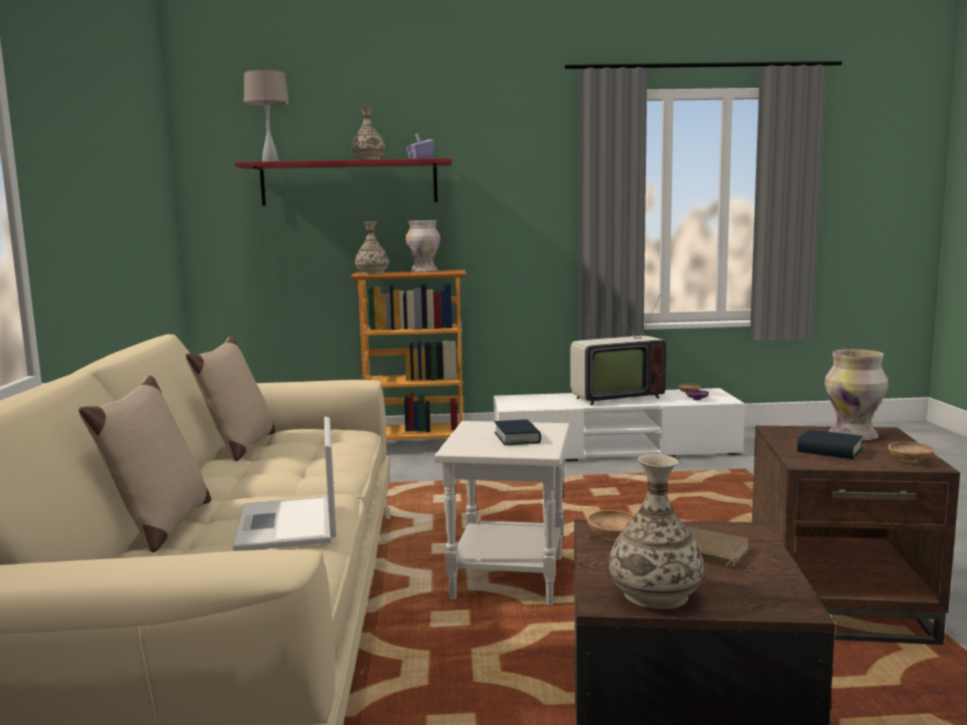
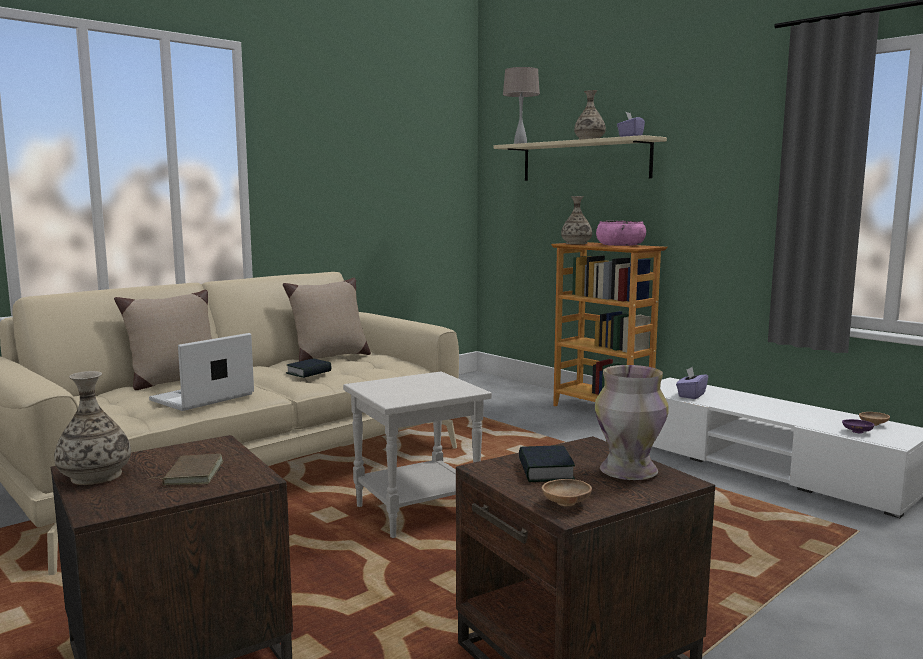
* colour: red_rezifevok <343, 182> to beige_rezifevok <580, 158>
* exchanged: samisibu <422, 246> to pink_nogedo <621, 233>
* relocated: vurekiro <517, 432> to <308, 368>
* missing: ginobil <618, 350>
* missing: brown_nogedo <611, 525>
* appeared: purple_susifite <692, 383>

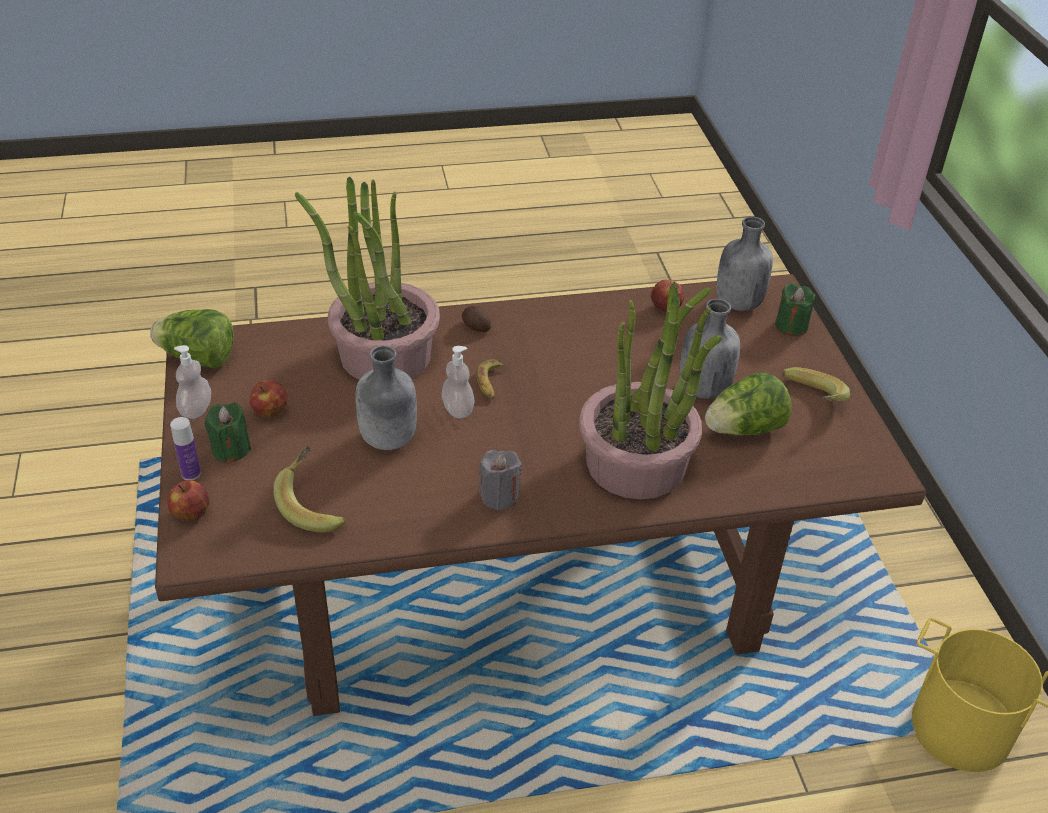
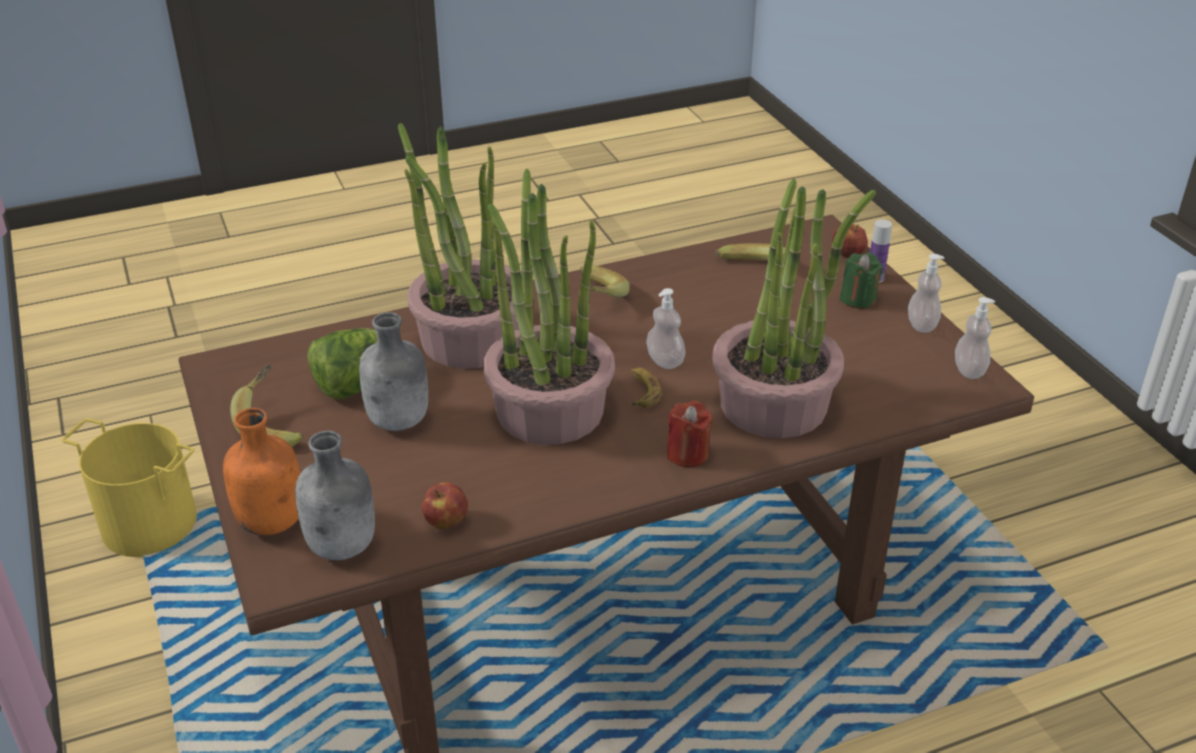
* exchanged: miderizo <192, 339> to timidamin <975, 338>
* missing: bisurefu <268, 399>
* missing: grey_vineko <386, 397>
* exchanged: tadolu <476, 319> to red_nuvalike <689, 434>
* exchanged: grey_nuvalike <500, 480> to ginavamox <605, 282>
* exchanged: green_nuvalike <795, 309> to orange_vineko <261, 471>
* appeared: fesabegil <549, 307>

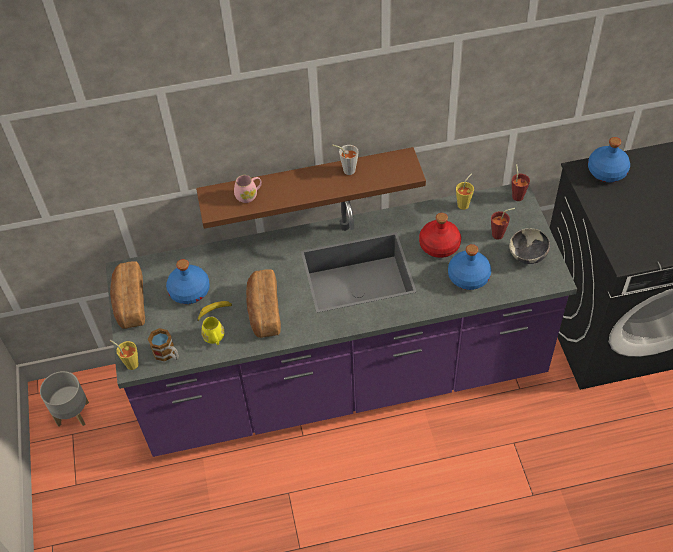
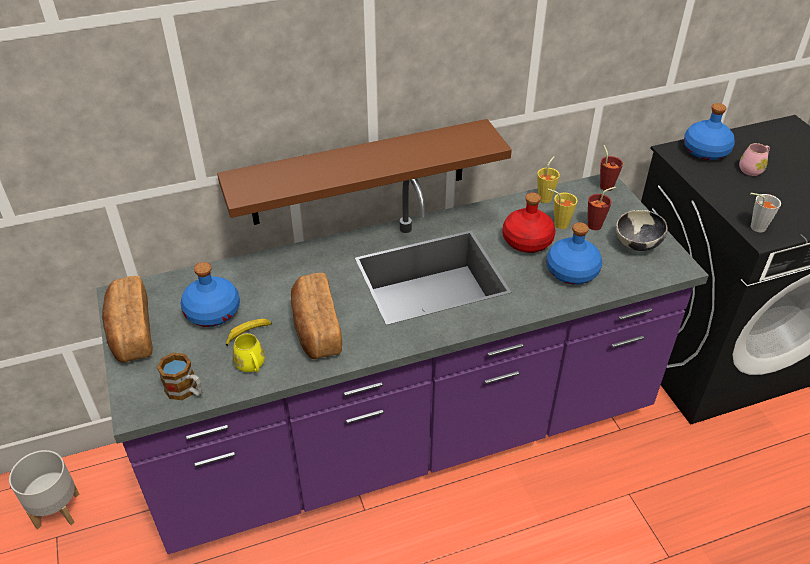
* relocated: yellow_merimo <124, 355> to <562, 209>
* relocated: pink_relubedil <248, 189> to <754, 159>
* relocated: grey_merimo <345, 159> to <765, 212>

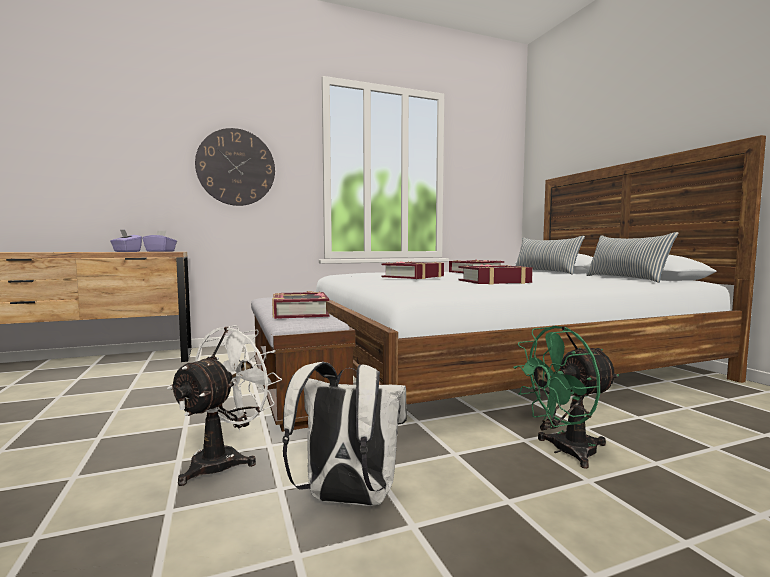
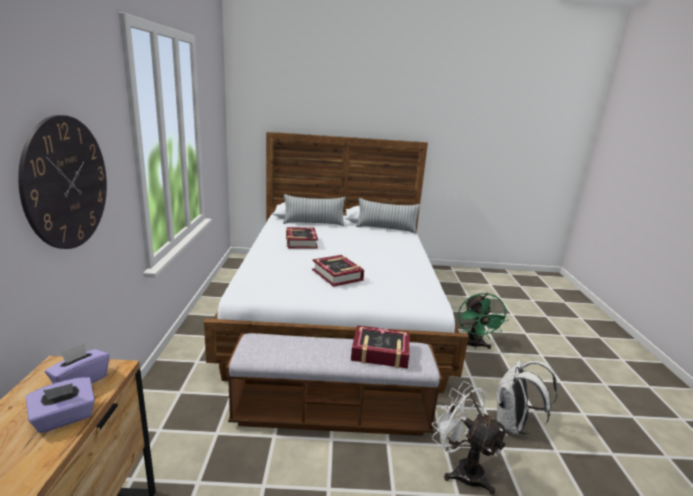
* missing: vurekiro <495, 274>

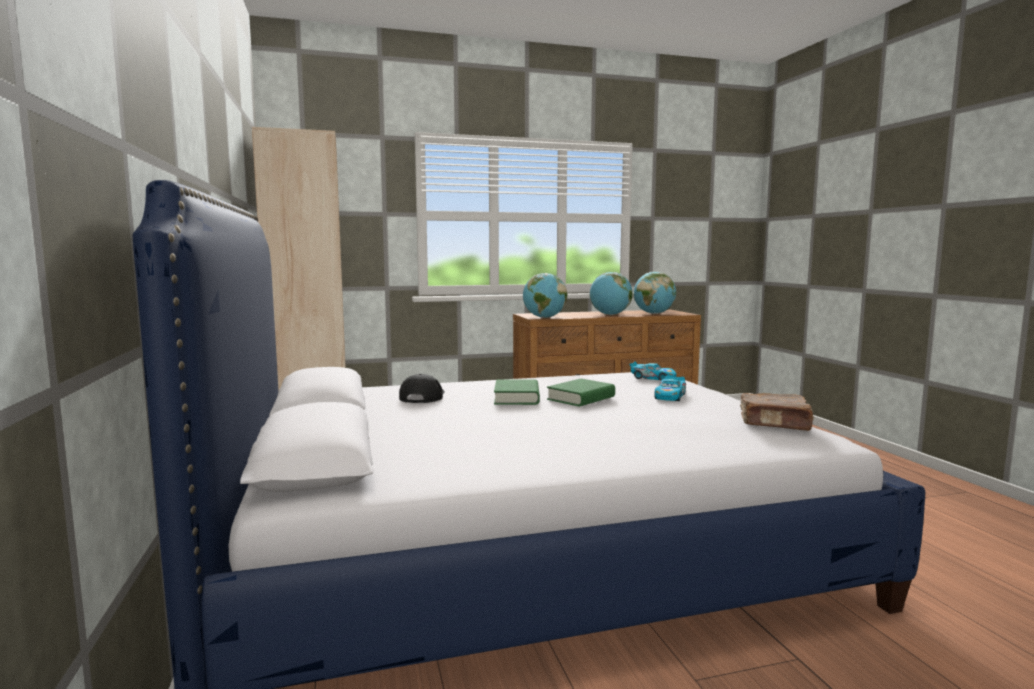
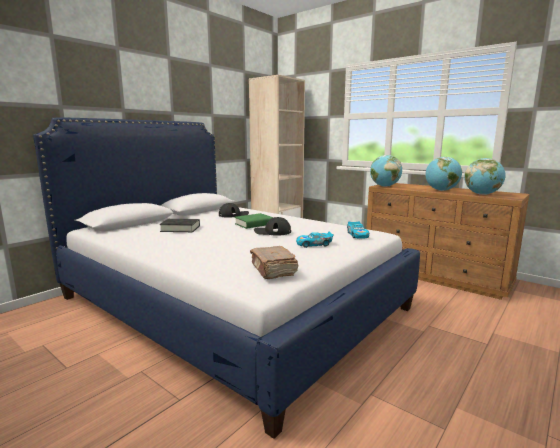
* exchanged: green_vurekiro <581, 393> to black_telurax <272, 226>
* appeared: black_vurekiro <179, 225>

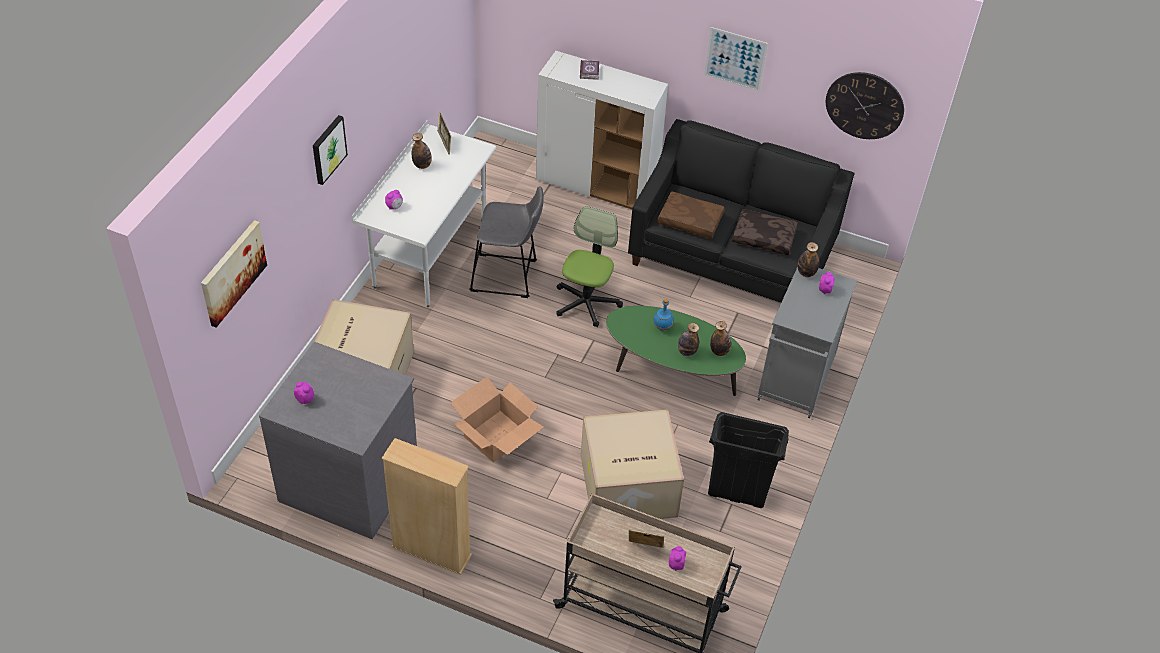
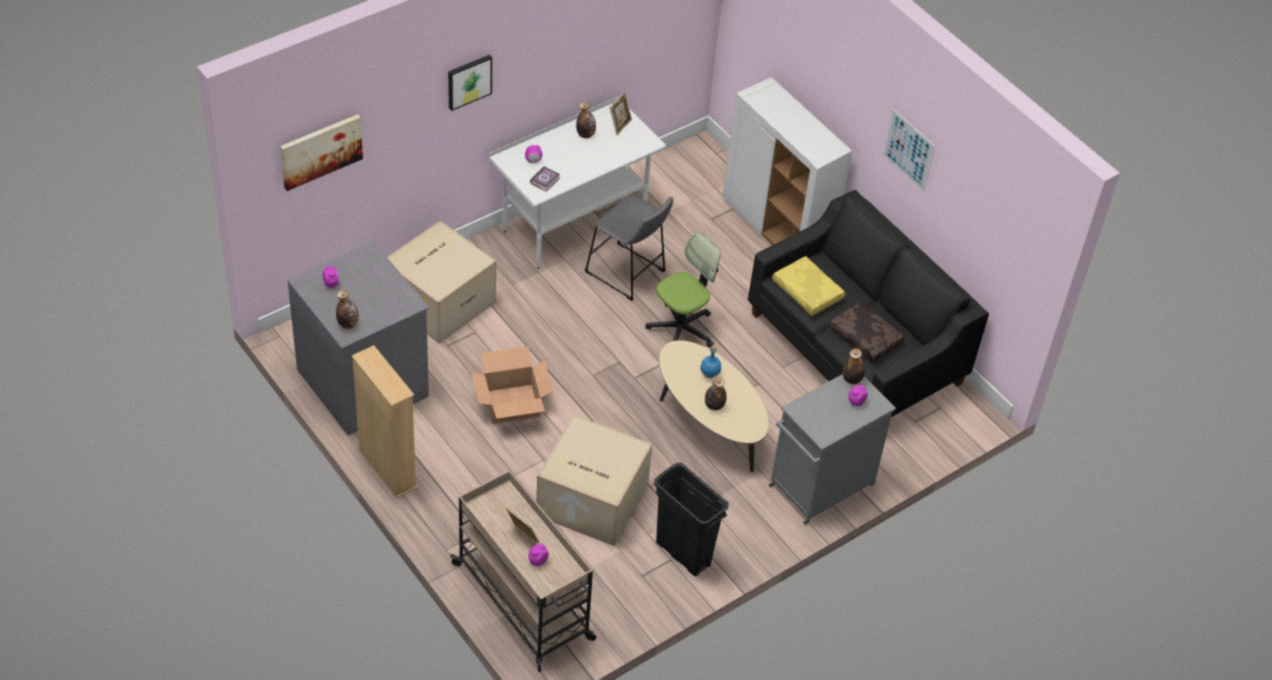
* relocated: vurekiro <589, 70> to <545, 179>
* colour: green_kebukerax <676, 351> to beige_kebukerax <714, 406>
* colour: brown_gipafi <691, 215> to yellow_gipafi <808, 286>
* relocated: vineko <720, 338> to <347, 309>
* missing: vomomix <865, 105>

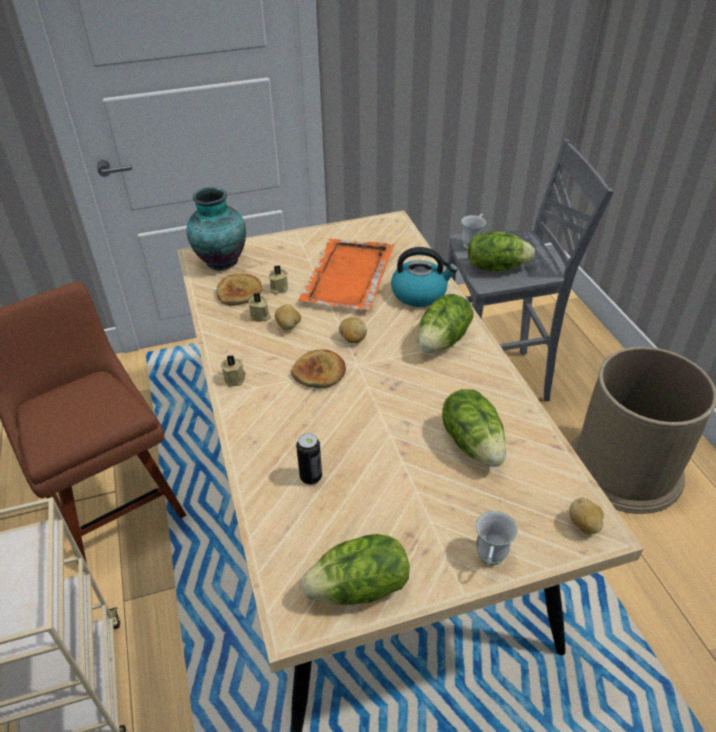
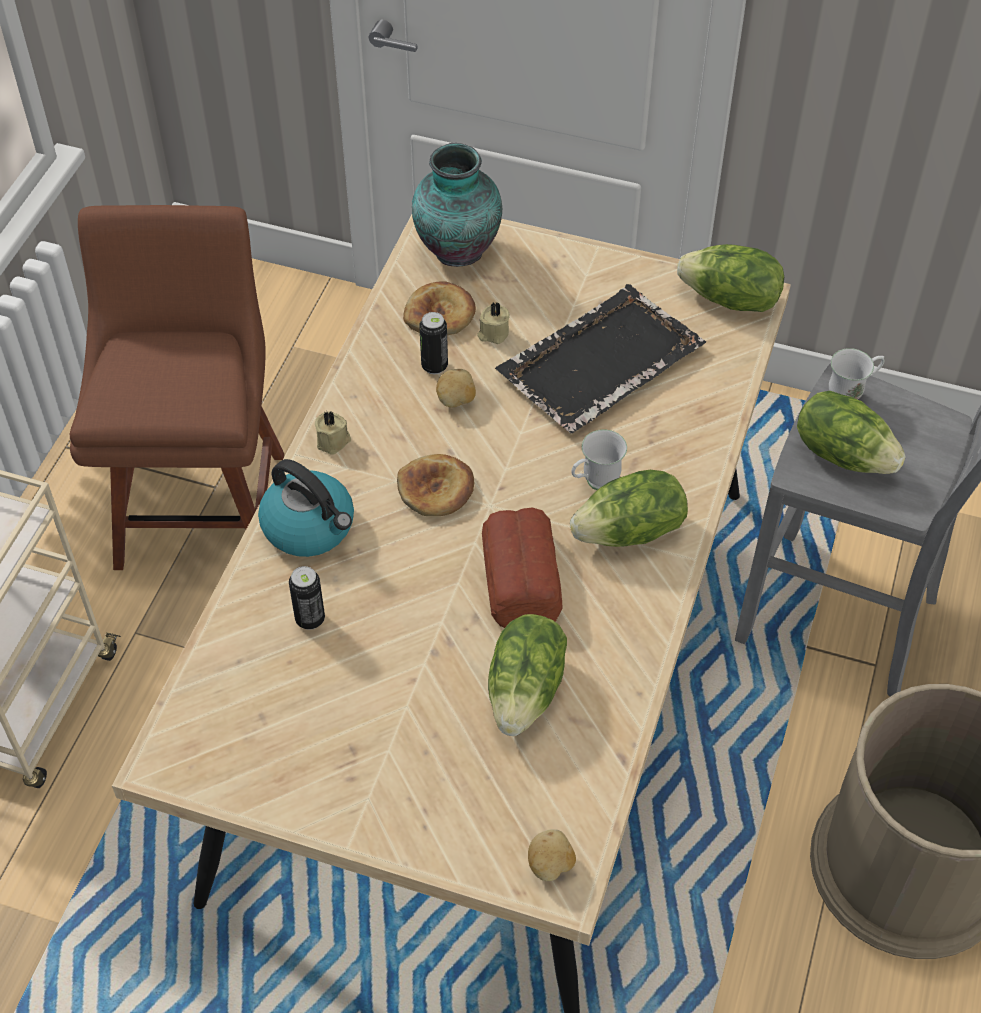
* exchanged: beige_nuvalike <259, 307> to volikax <433, 343>
* colour: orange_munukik <346, 274> to black_munukik <600, 358>
* relocated: miderizo <355, 569> to <730, 278>
* missing: tadolu <353, 330>
* relocated: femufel <424, 277> to <306, 508>
* relocated: white_relubedil <496, 538> to <599, 459>
* appeared: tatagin <522, 567>

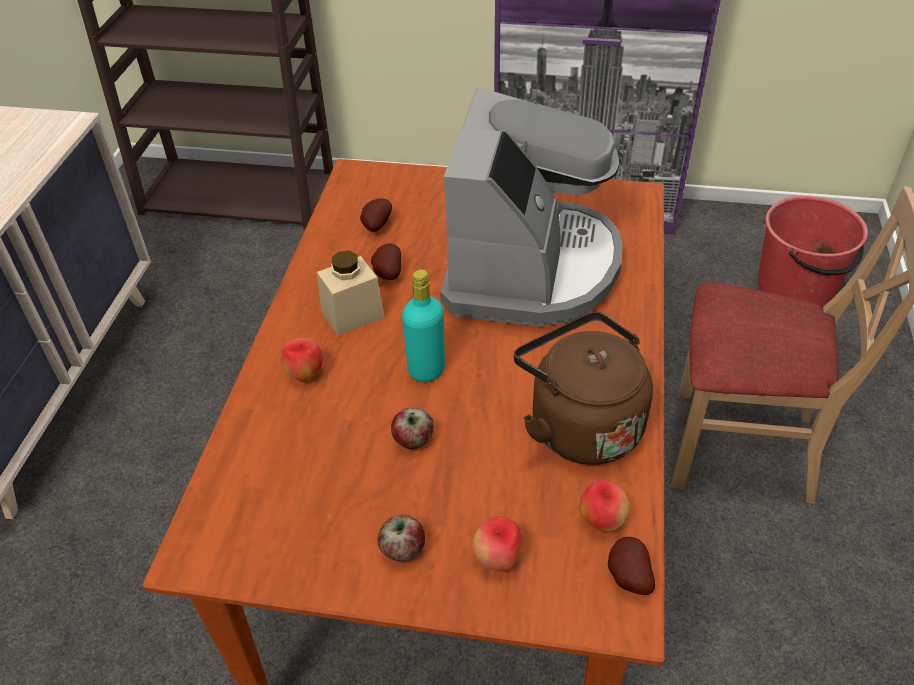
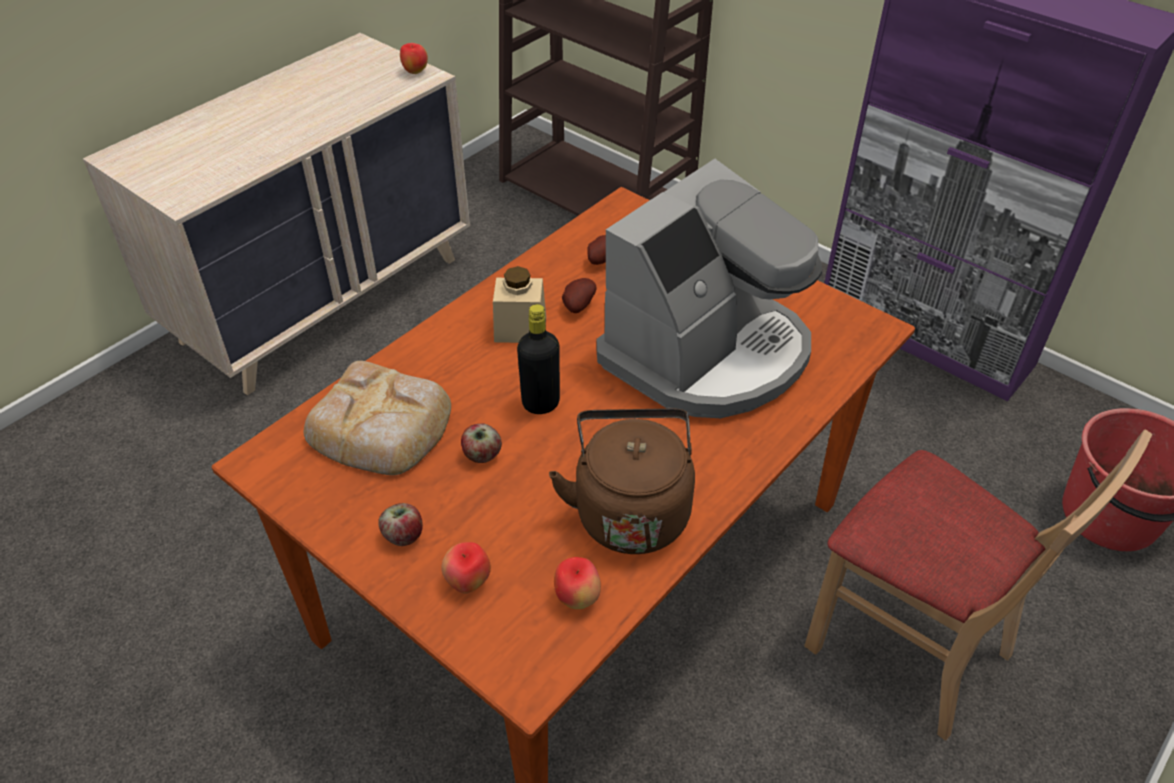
* relocated: bisurefu <302, 359> to <414, 58>
* colour: turquoise_vineko <423, 325> to black_vineko <538, 359>
* missing: tadolu <631, 566>
* appeared: tatagin <377, 418>

